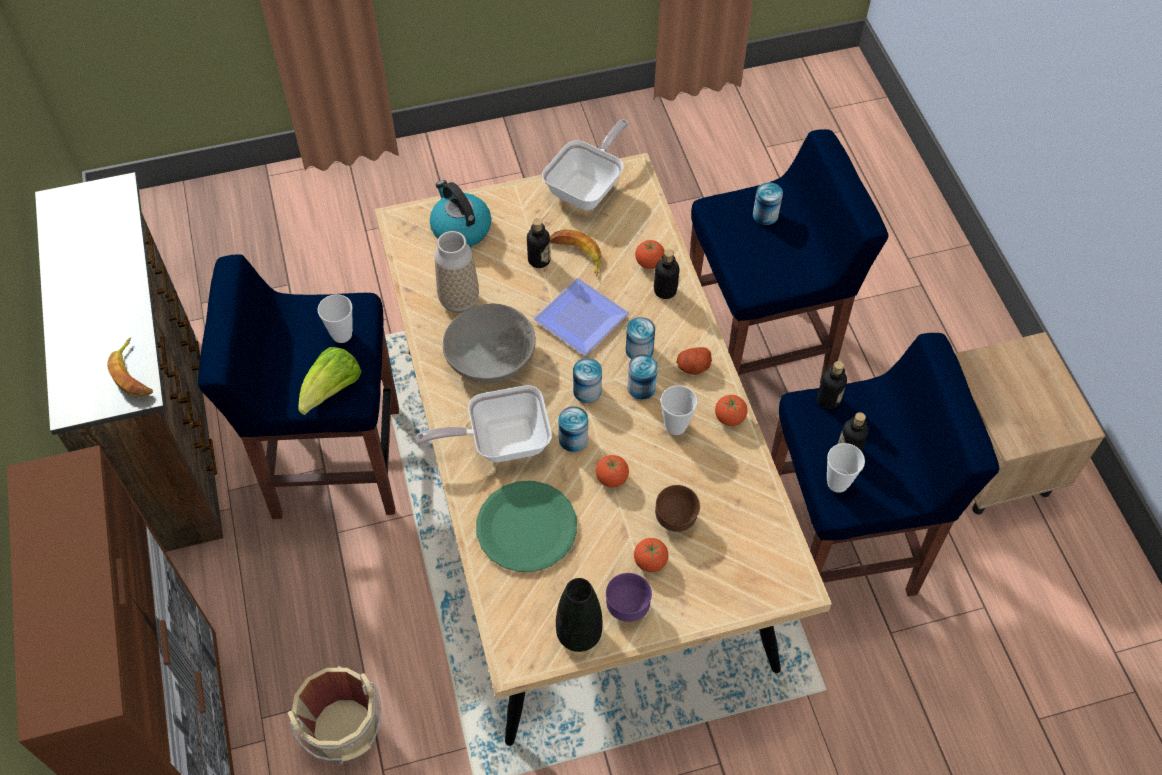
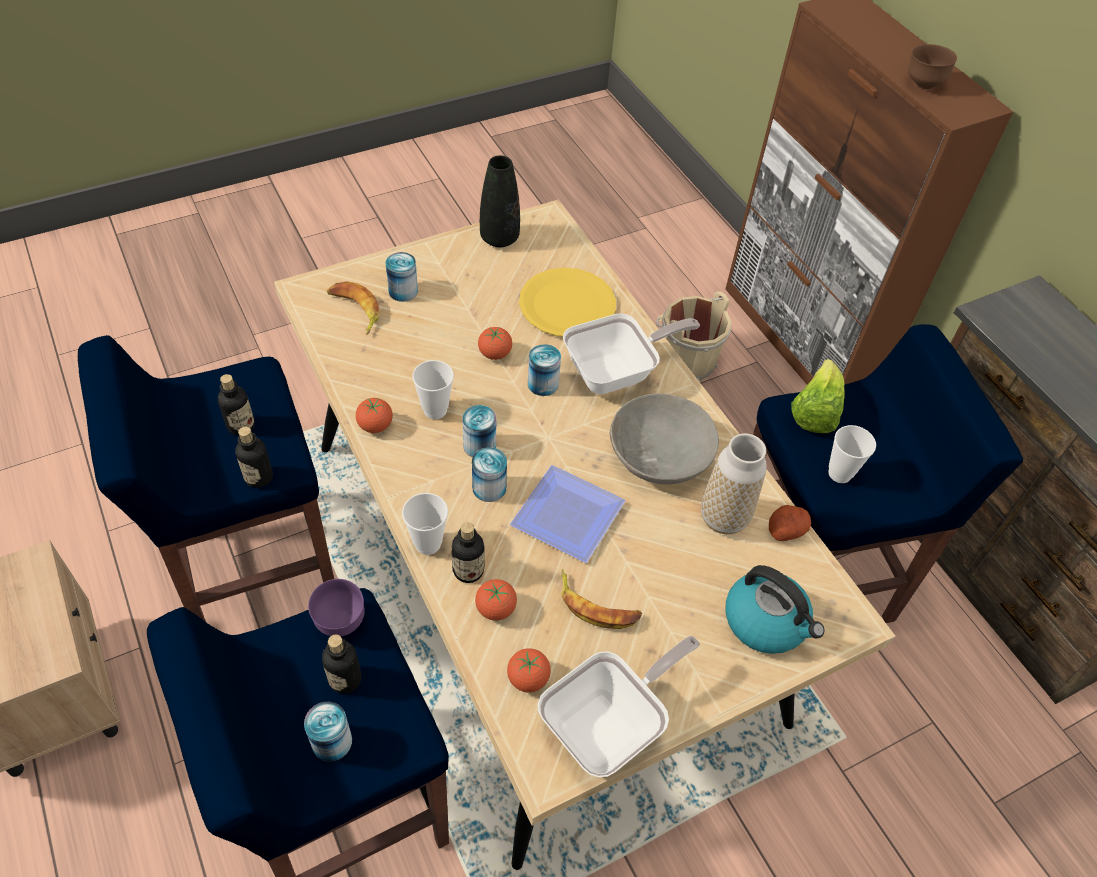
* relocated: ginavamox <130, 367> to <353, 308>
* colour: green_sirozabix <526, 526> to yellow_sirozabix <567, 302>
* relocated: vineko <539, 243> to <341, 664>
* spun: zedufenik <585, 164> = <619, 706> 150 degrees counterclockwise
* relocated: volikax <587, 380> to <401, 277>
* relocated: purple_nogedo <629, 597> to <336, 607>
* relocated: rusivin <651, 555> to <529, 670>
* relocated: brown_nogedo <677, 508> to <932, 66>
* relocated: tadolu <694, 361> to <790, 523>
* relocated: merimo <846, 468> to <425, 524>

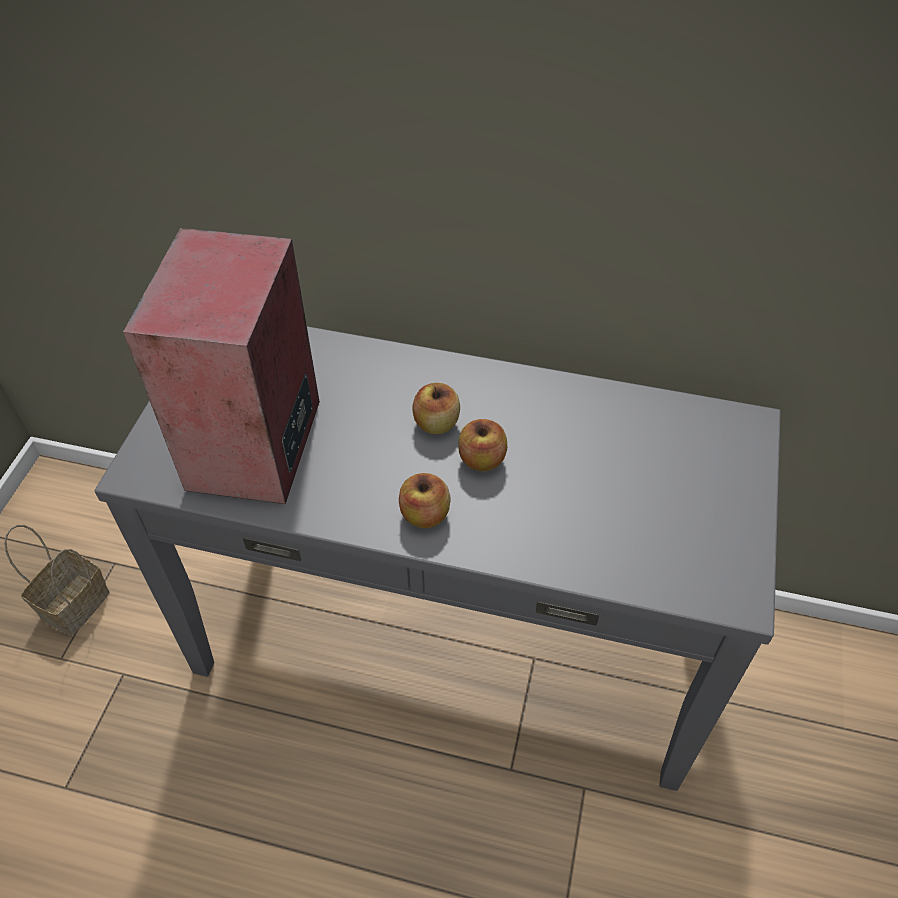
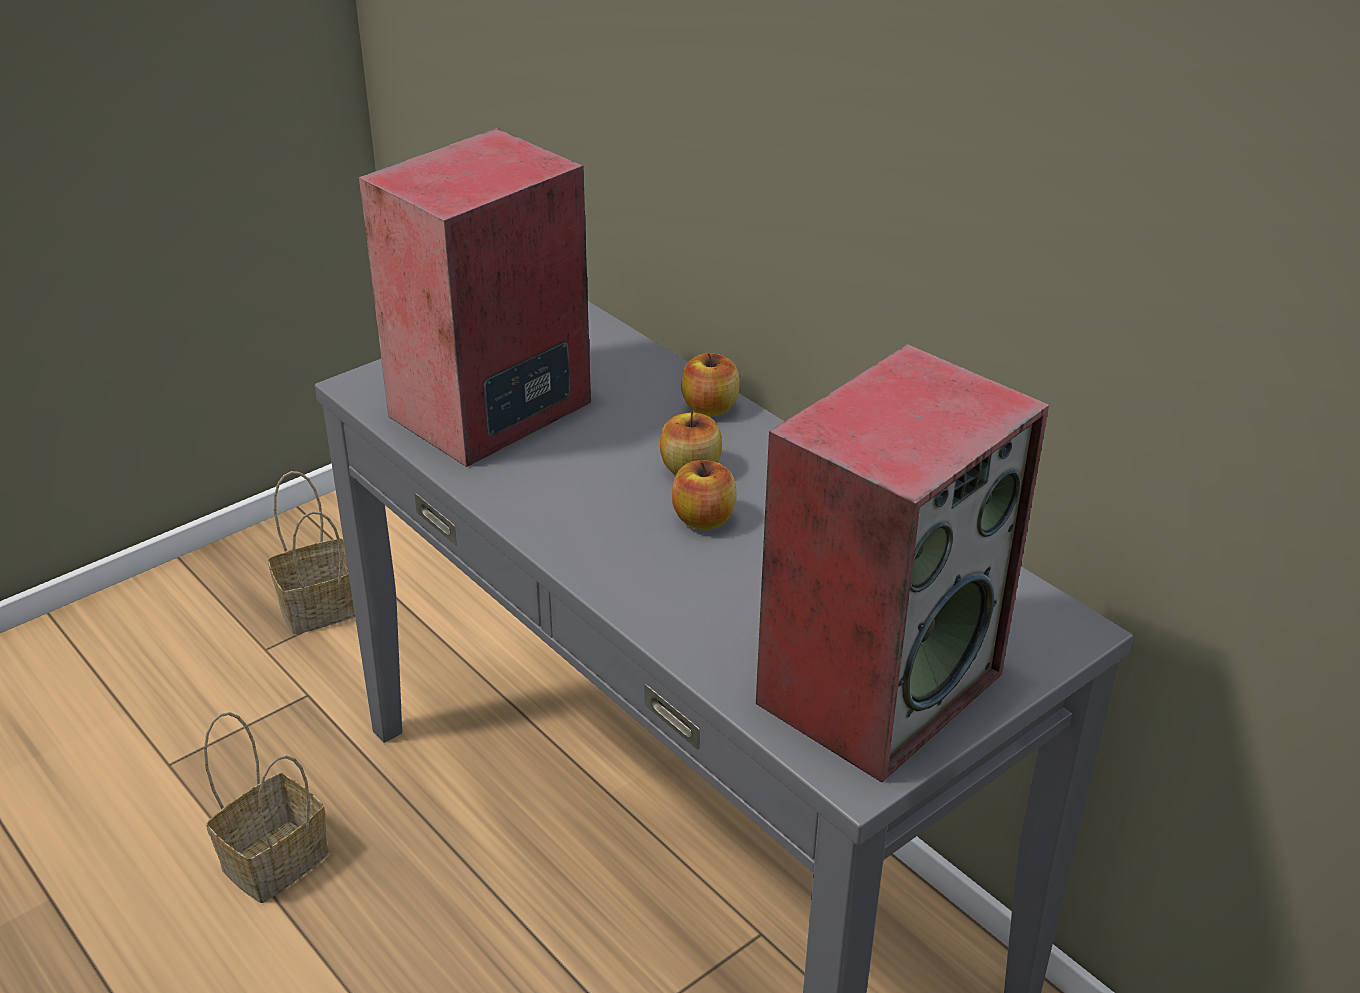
* relocated: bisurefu <425, 500> to <710, 385>
* appeared: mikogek <266, 807>
* appeared: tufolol <902, 563>

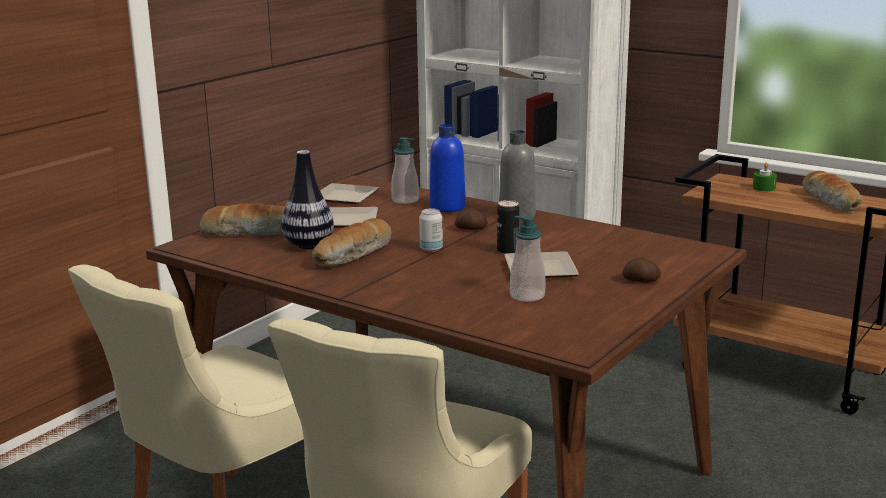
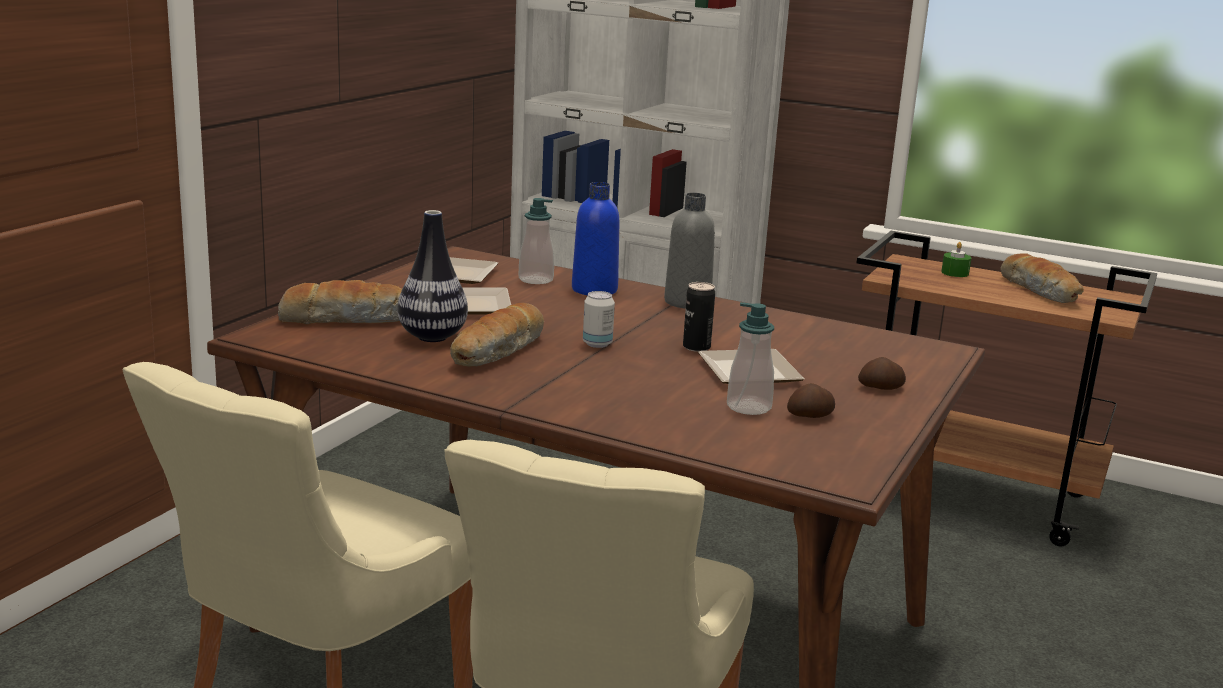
* relocated: tadolu <471, 219> to <811, 400>

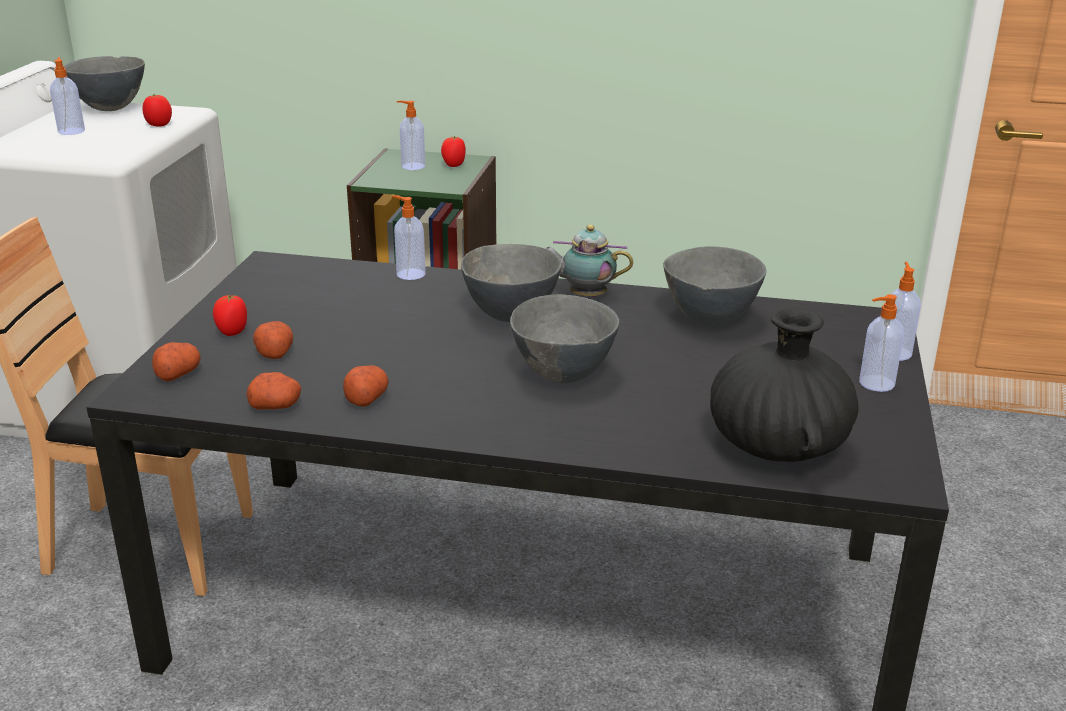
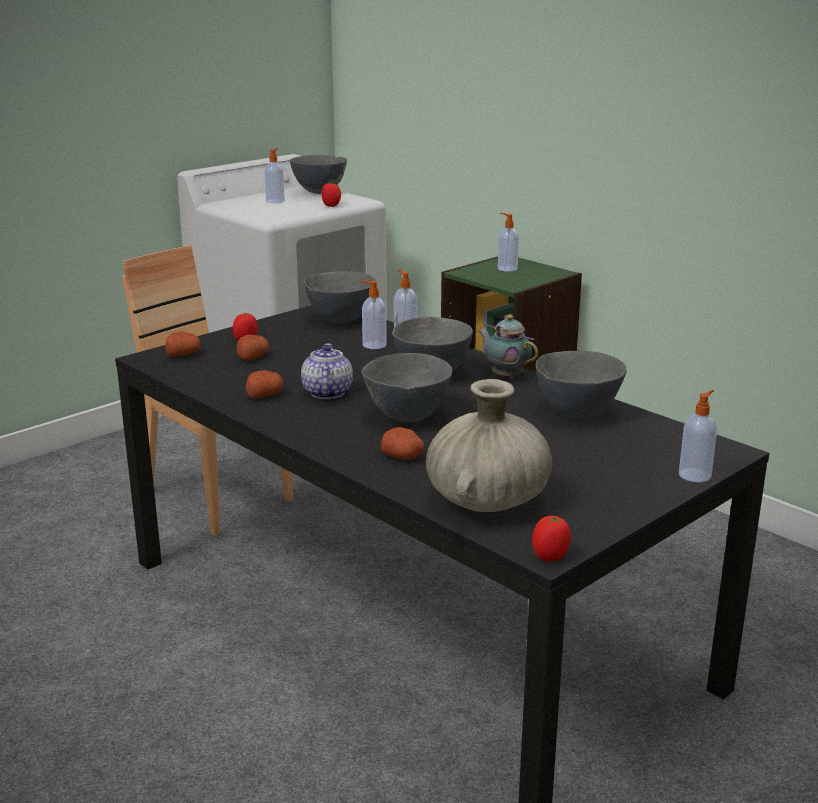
* relocated: tadolu <273, 390> to <402, 443>
* relocated: rusivin <453, 151> to <551, 538>
* colour: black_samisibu <784, 384> to beige_samisibu <489, 445>
* relocated: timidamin <881, 343> to <373, 315>
* appeared: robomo <327, 371>
* appeared: grey_nogedo <340, 297>

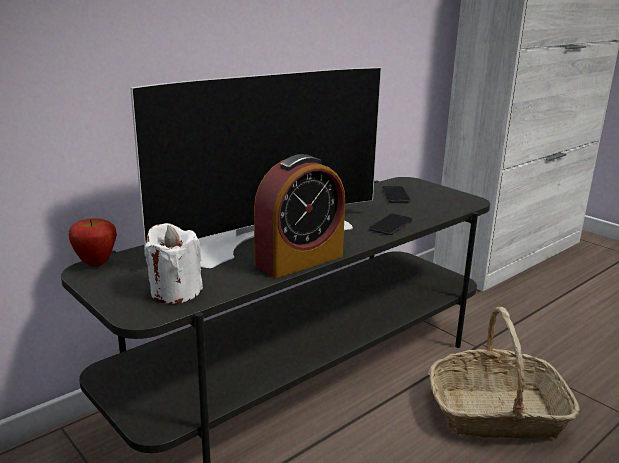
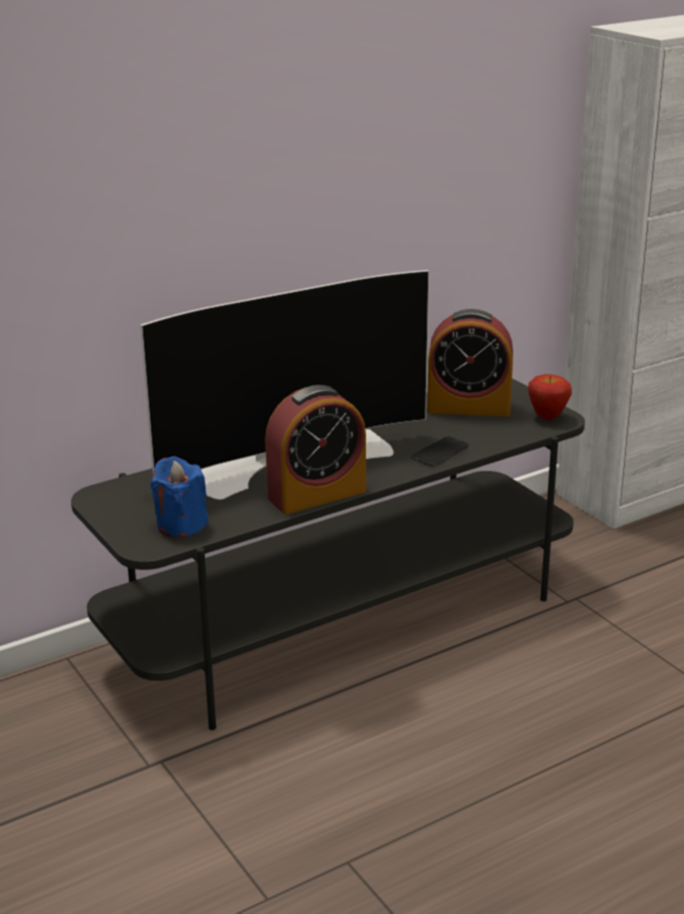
* relocated: bisurefu <93, 242> to <550, 397>
* colour: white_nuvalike <173, 263> to blue_nuvalike <179, 496>
* exchanged: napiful <396, 194> to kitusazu <470, 363>
* missing: mikogek <504, 373>

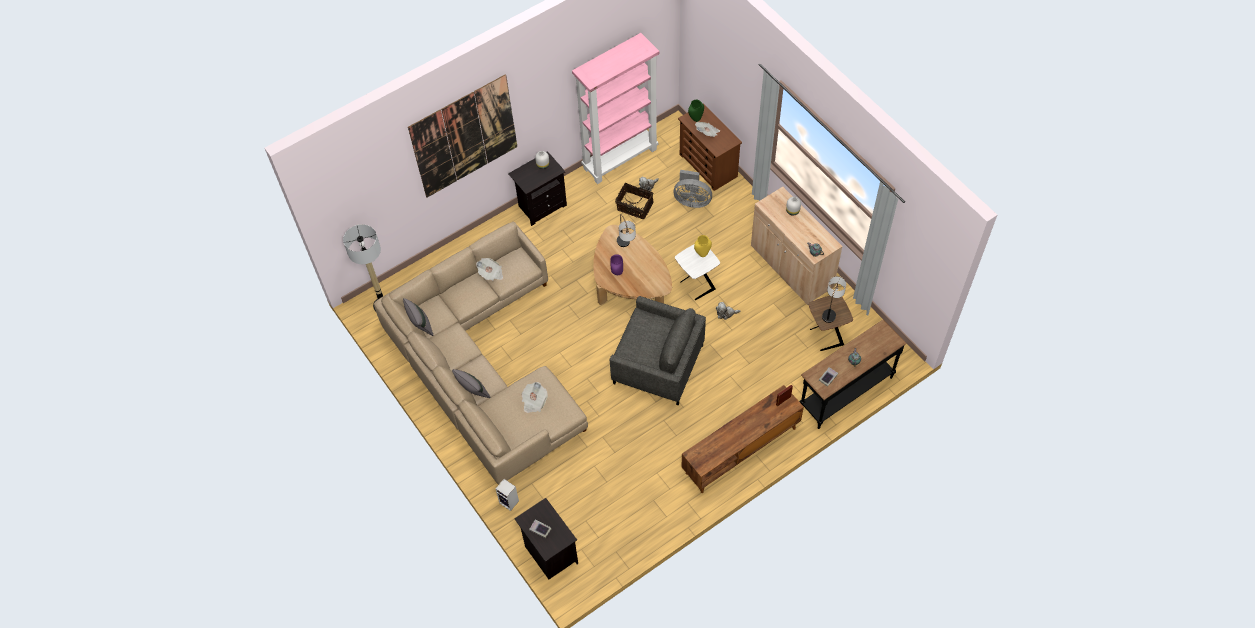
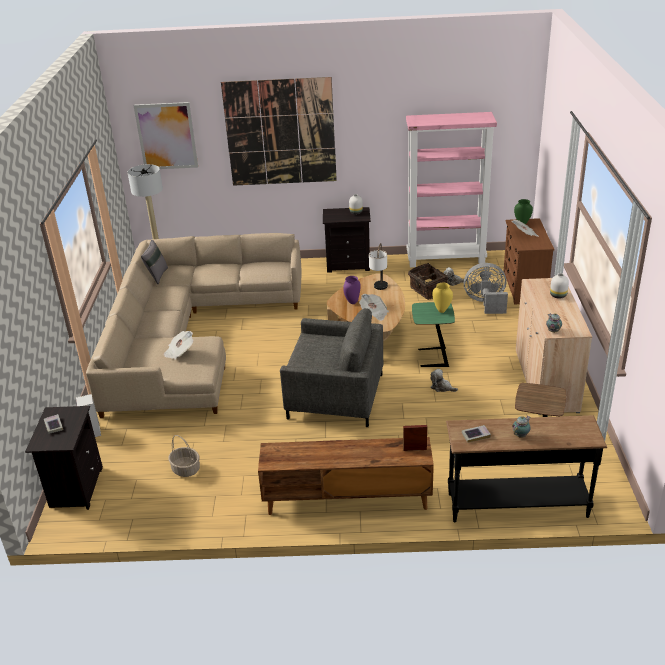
* missing: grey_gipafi <471, 383>
* relocated: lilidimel <489, 269> to <374, 307>
* spun: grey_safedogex <658, 350> = <331, 367> 45 degrees counterclockwise
* spun: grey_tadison <693, 189> = <486, 288> 135 degrees clockwise
* colour: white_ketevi <697, 272> to green_ketevi <433, 334>
* missing: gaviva <834, 299>
* appeared: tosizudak <165, 135>
* appeared: mikogek <184, 456>

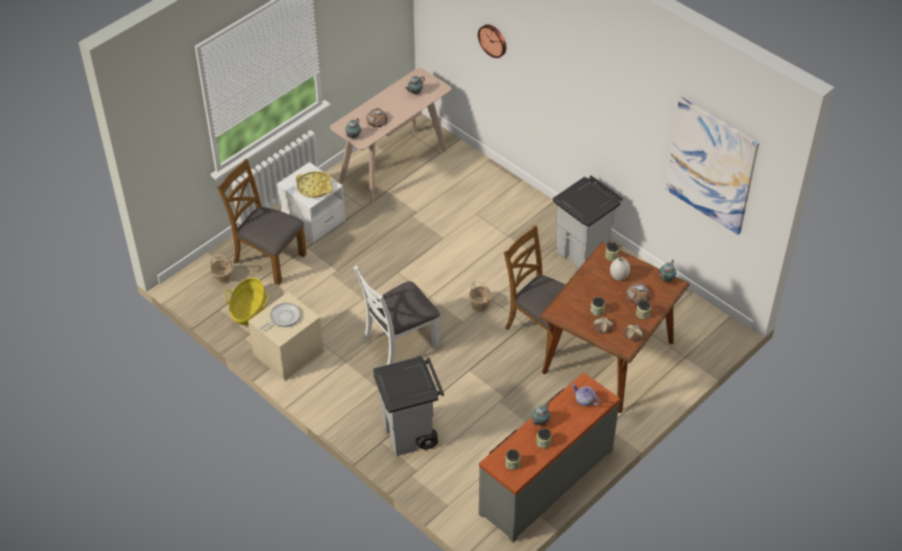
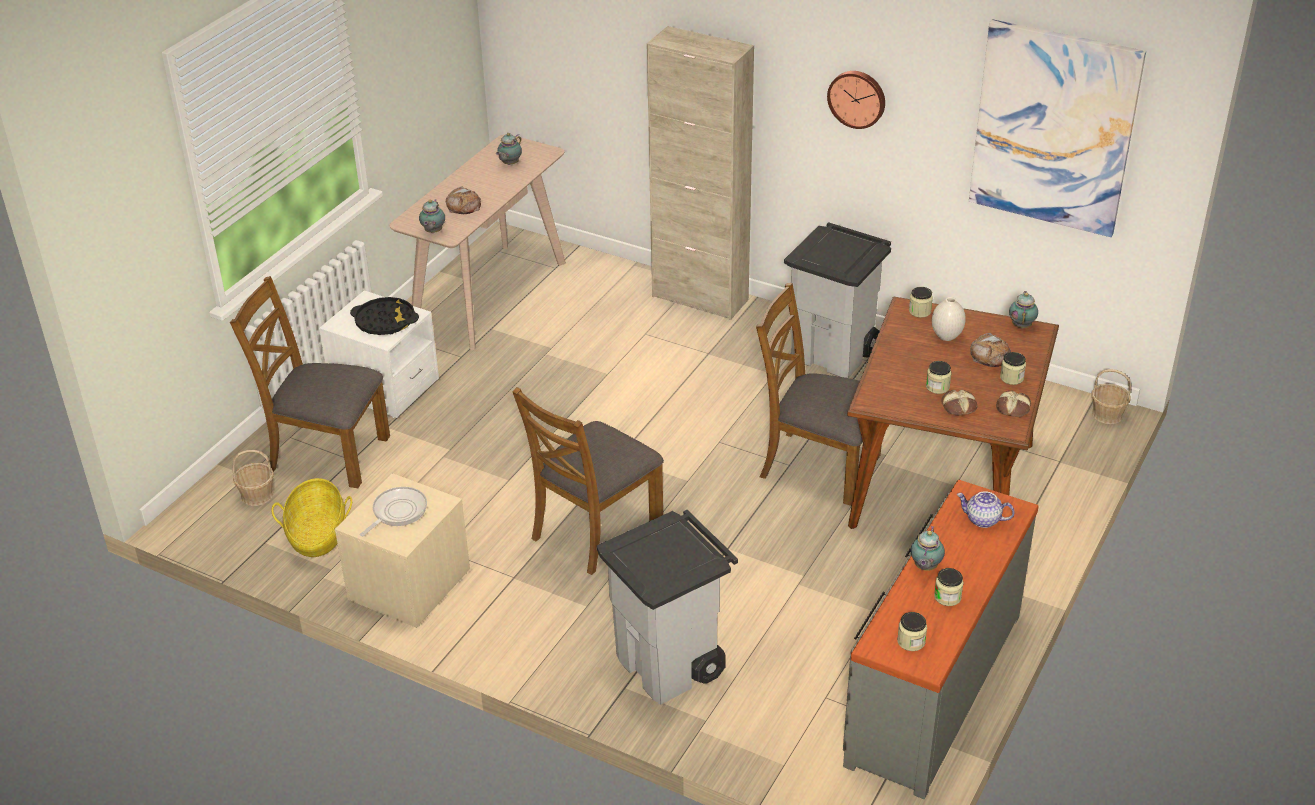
* colour: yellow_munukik <315, 184> to black_munukik <384, 316>
* colour: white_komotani <397, 315> to brown_komotani <588, 481>
* relocated: mikogek <480, 296> to <1111, 396>
* relocated: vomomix <492, 41> to <856, 100>
* appeared: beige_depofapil <700, 173>

